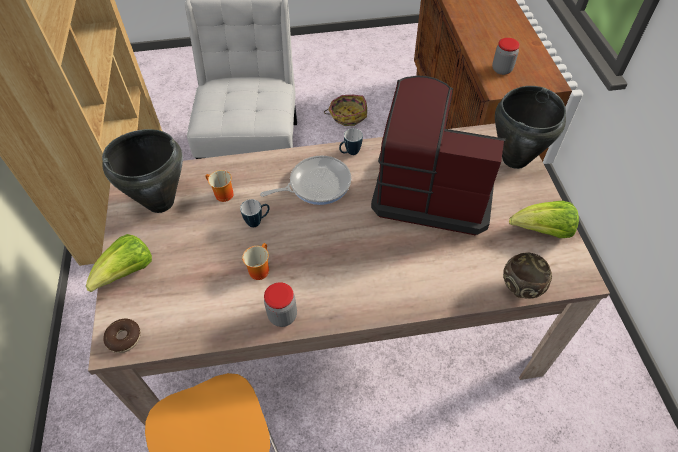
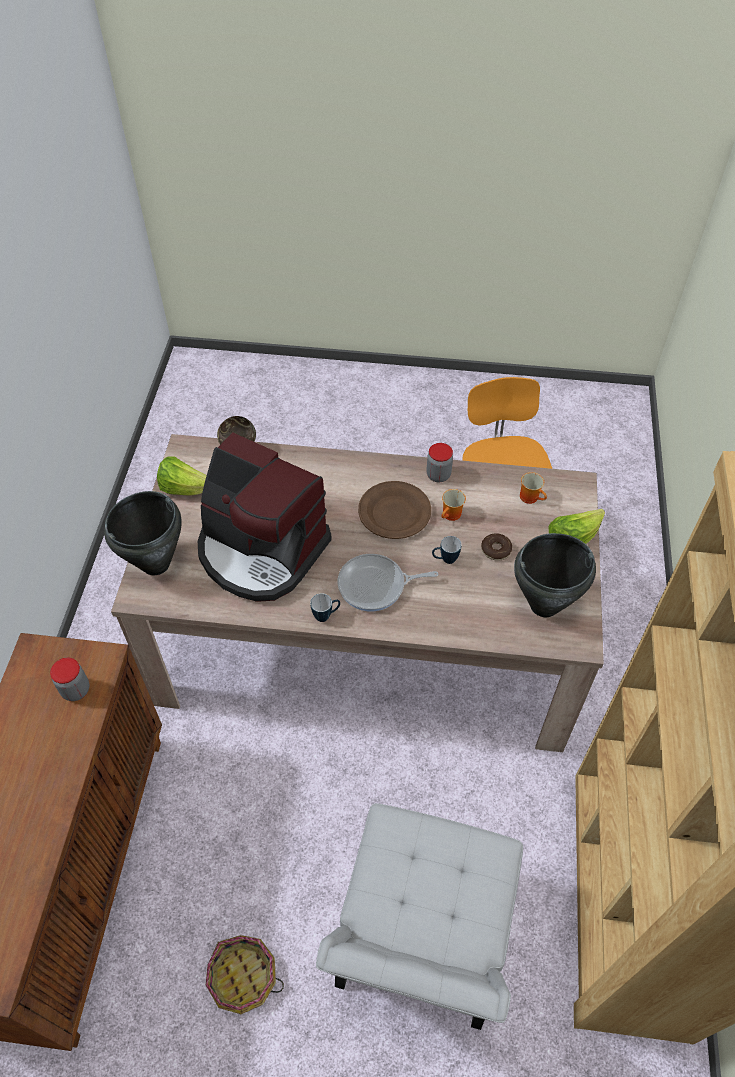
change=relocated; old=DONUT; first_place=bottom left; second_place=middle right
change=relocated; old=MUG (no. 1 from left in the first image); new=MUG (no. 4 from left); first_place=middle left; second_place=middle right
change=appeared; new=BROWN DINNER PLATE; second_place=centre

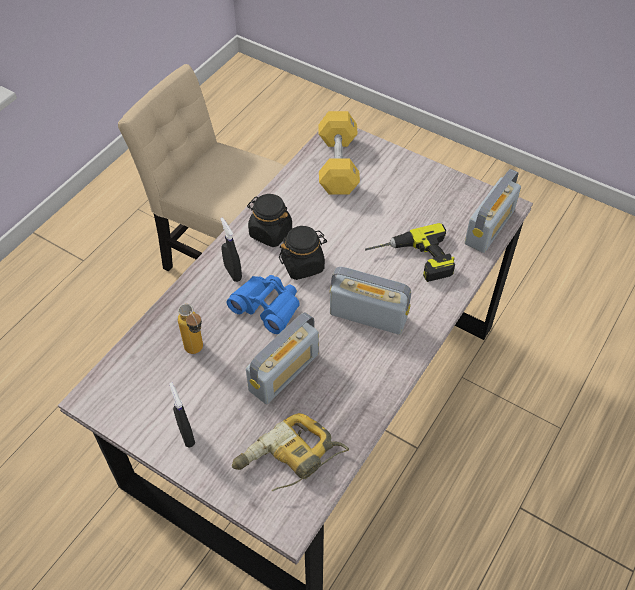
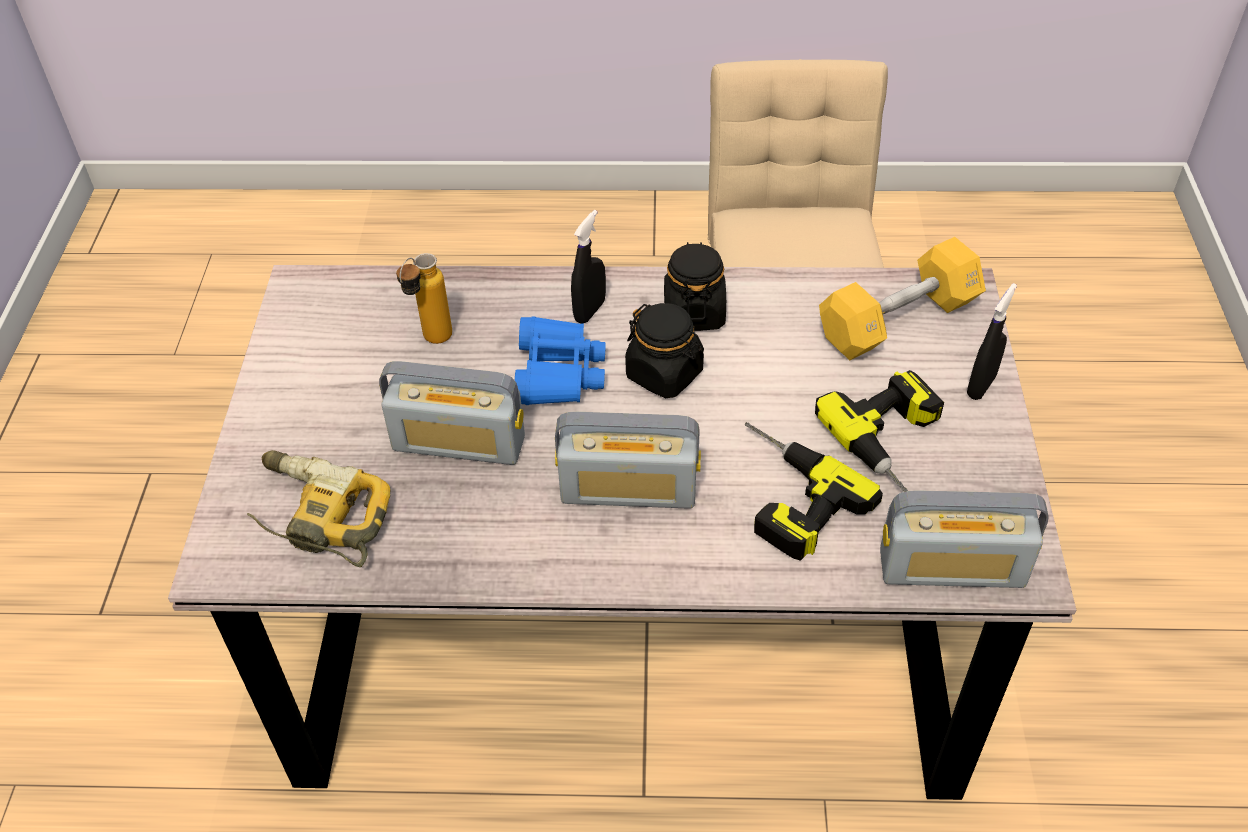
change=relocated; old=BLACKISH SPRAYER (no. 1 from left in the first image); new=BLACKISH SPRAYER (no. 2 from left); first_place=bottom left; second_place=middle right
change=spun; old=RADIO (no. 2 from left); first_place=centre; second_place=centre; degrees=105
change=appeared; new=POWER DRILL (no. 3 from left); second_place=middle right

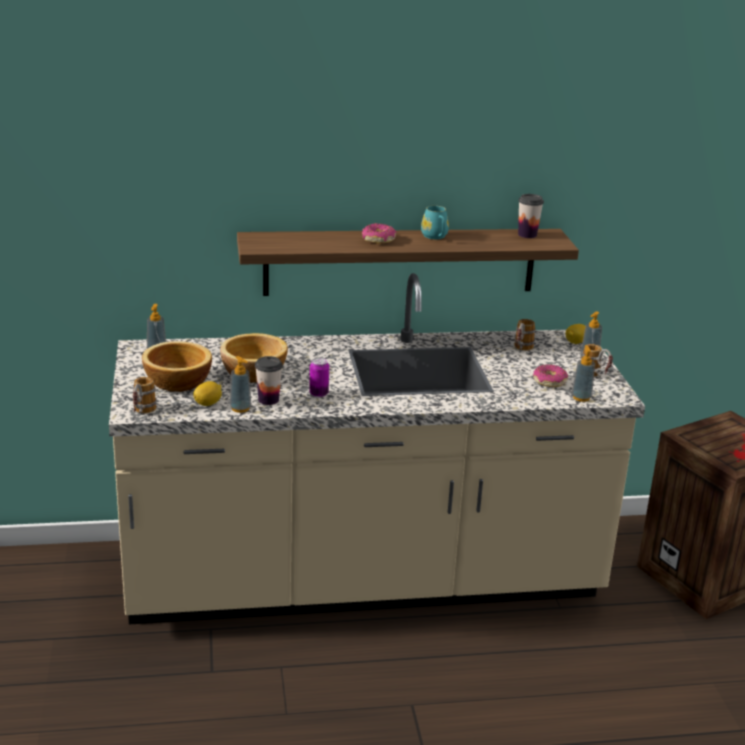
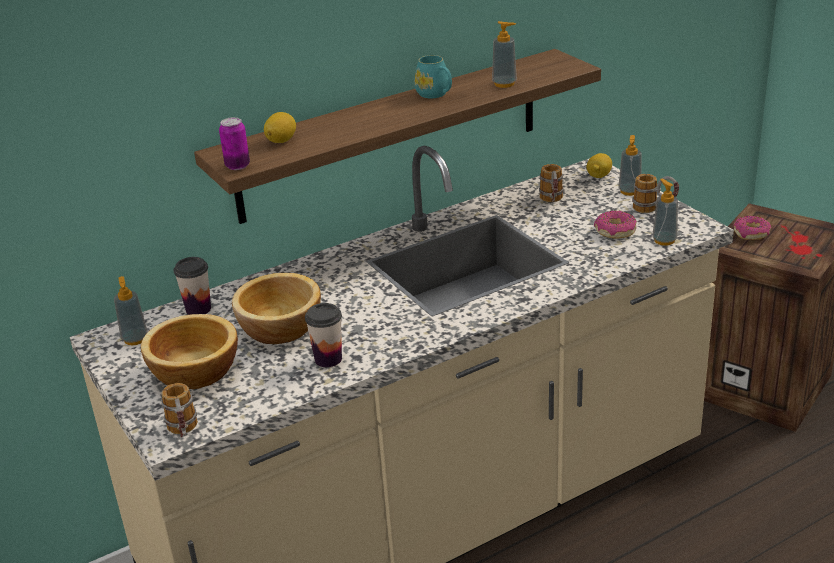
change=relocated; old=WHOLE LEMON (no. 1 from left); first_place=middle left; second_place=top centre
change=relocated; old=SOAP DISPENSER (no. 2 from left); first_place=middle left; second_place=top centre
change=relocated; old=METAL CAN; first_place=centre; second_place=top left
change=relocated; old=DONUT (no. 1 from left in the first image); new=DONUT (no. 2 from left); first_place=top centre; second_place=middle right
change=relocated; old=DRINKING CUP (no. 2 from left in the first image); new=DRINKING CUP (no. 1 from left); first_place=top right; second_place=middle left

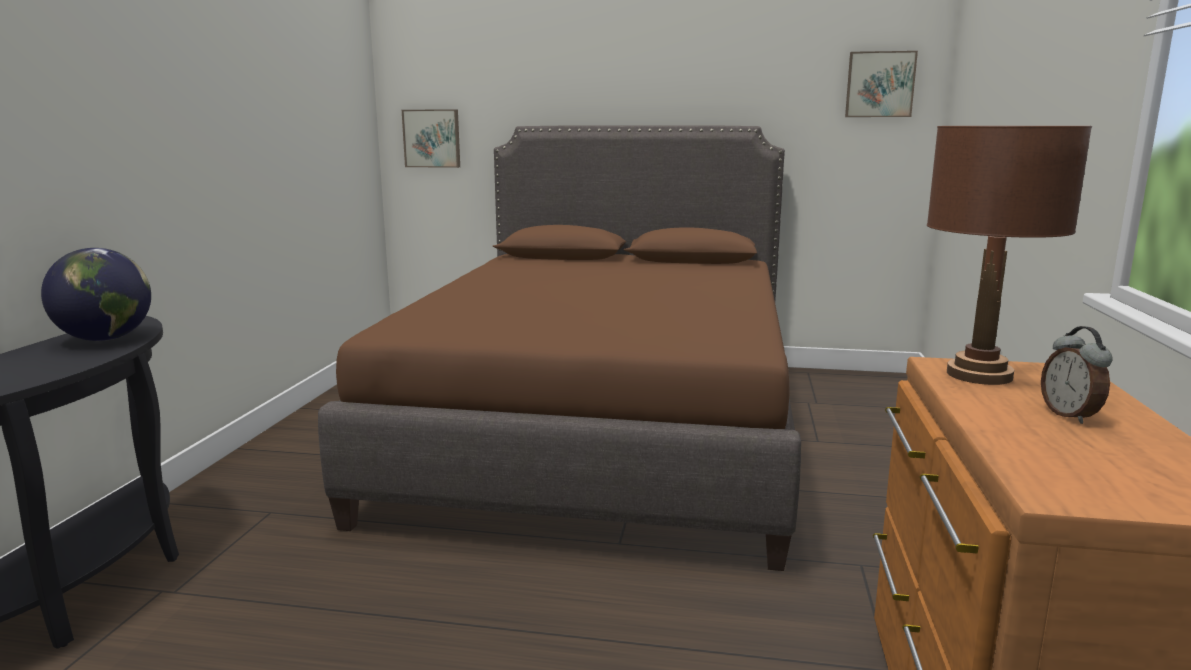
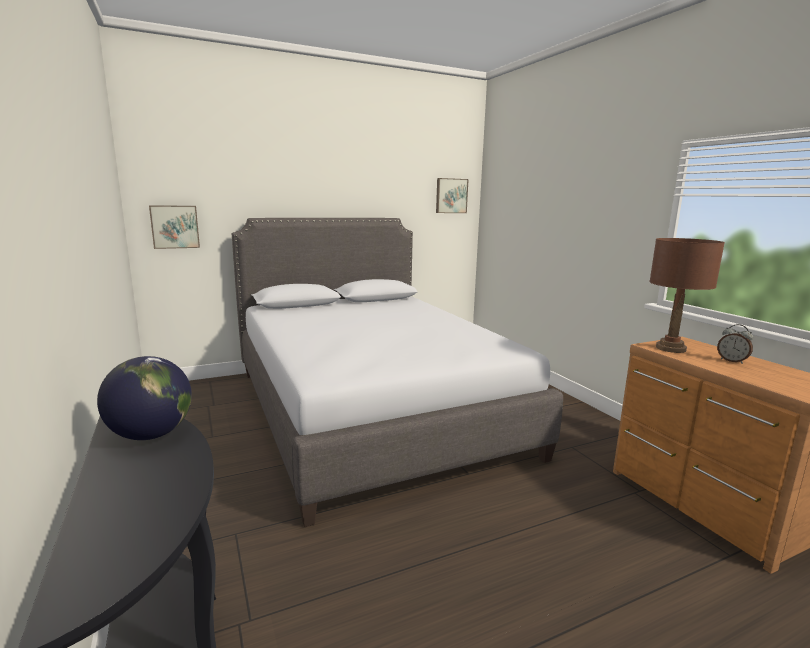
change=colour; old=BROWN BED; new=GREY BED; first_place=centre; second_place=centre

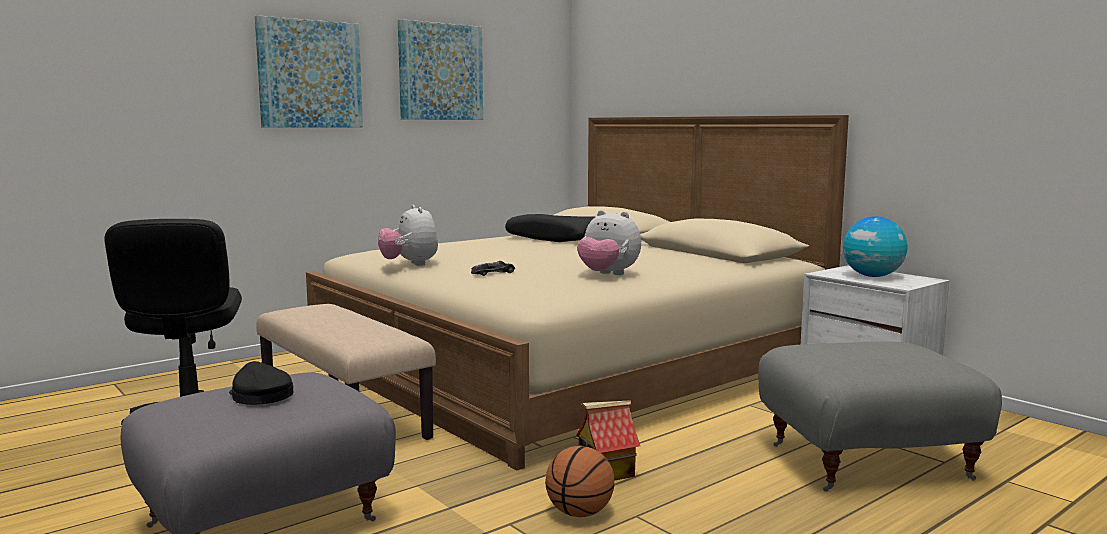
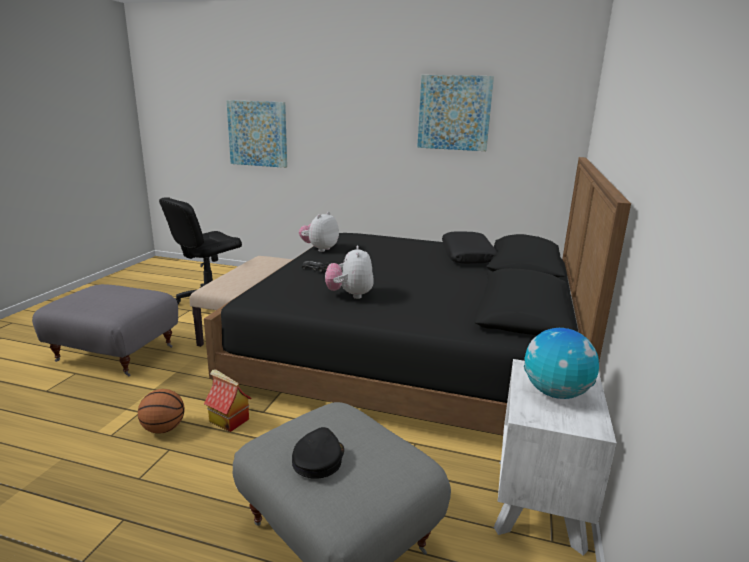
change=relocated; old=BLACKISH CAP; first_place=bottom left; second_place=bottom centre
change=relocated; old=WALL PICTURE (no. 1 from left); first_place=top left; second_place=top centre
change=colour; old=BEIGE BED; new=BLACKISH BED; first_place=centre; second_place=centre

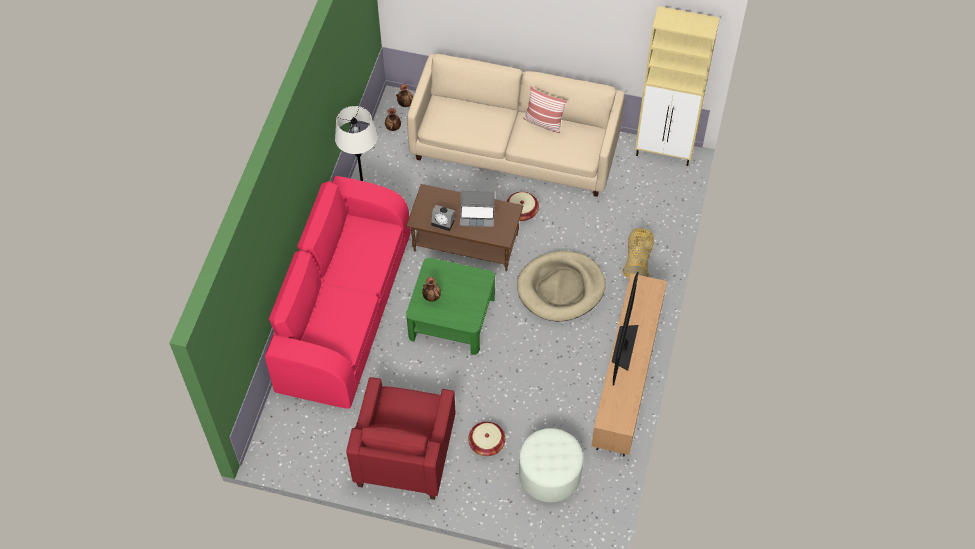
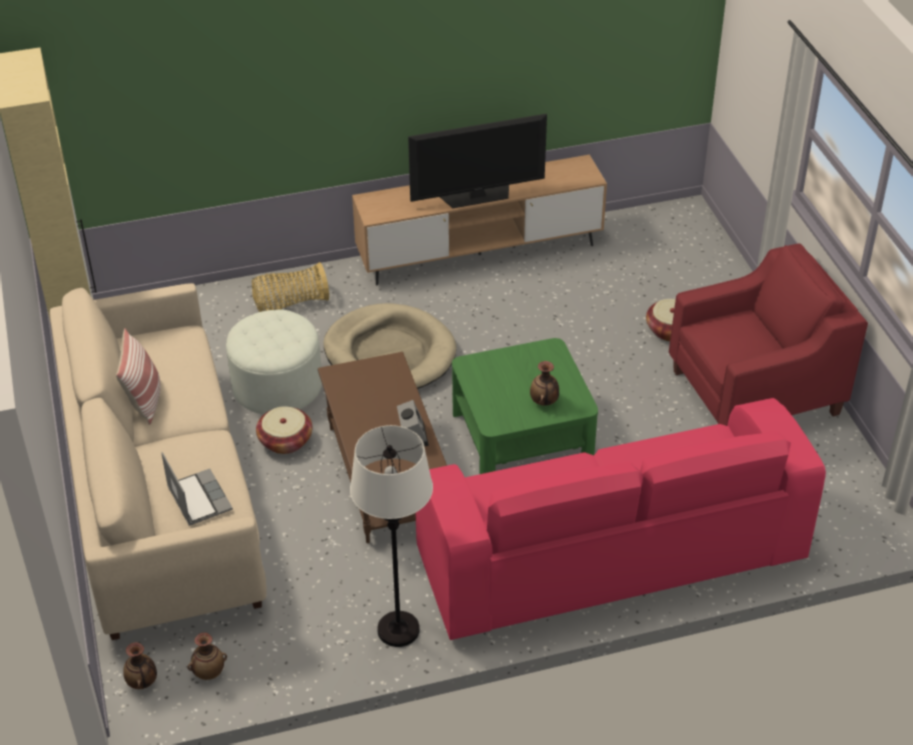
change=relocated; old=PORTABLE COMPUTER; first_place=centre; second_place=middle left
change=relocated; old=WHITE OTTOMAN; first_place=bottom centre; second_place=middle left

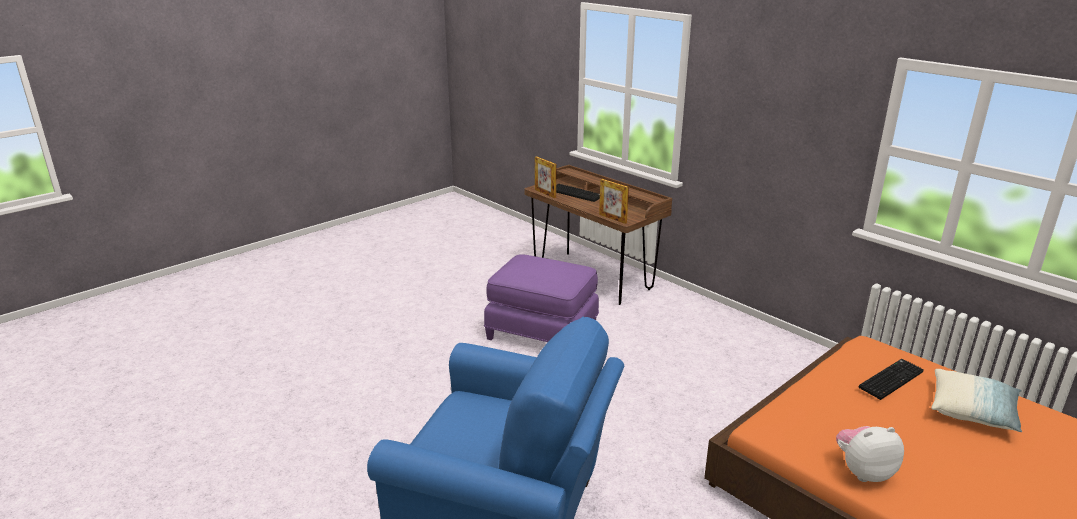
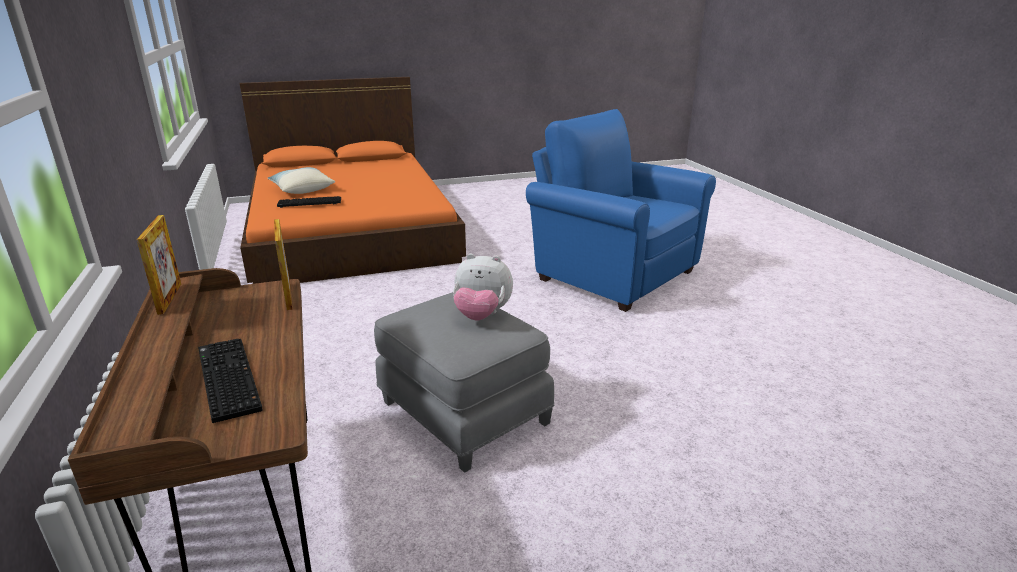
change=colour; old=PURPLE OTTOMAN; new=GREY OTTOMAN; first_place=centre; second_place=bottom centre
change=relocated; old=PICTURE FRAME (no. 1 from left); first_place=centre; second_place=middle left
change=relocated; old=CUDDLY TOY; first_place=bottom right; second_place=centre

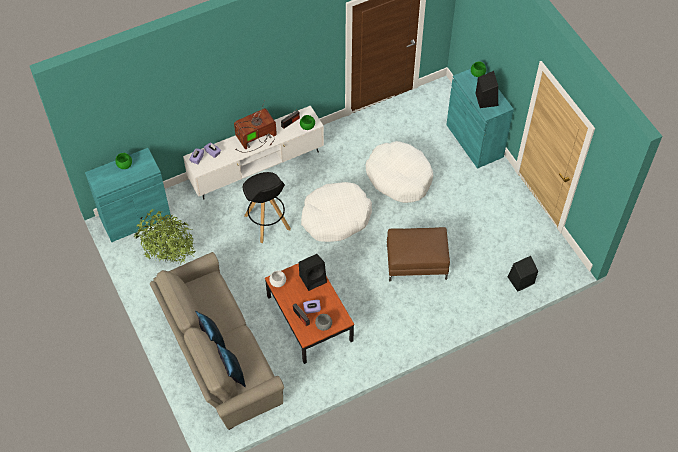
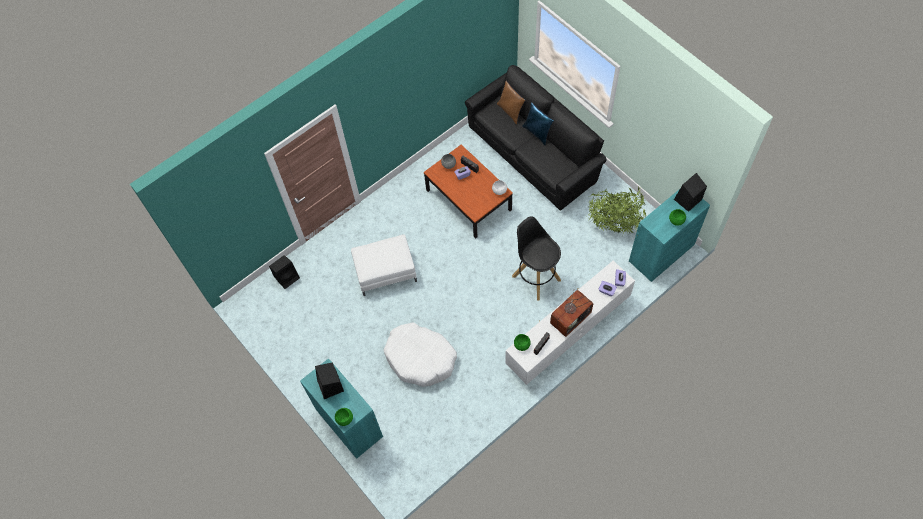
change=colour; old=BEIGE SOFA; new=BLACKISH SOFA; first_place=bottom left; second_place=top centre
change=colour; old=BLUE-COLOURED CUSHION (no. 2 from left); new=BROWN CUSHION; first_place=bottom centre; second_place=top centre
change=relocated; old=BLACKISH LOUDSPEAKER (no. 1 from left in the first image); new=BLACKISH LOUDSPEAKER (no. 3 from left); first_place=centre; second_place=middle right
change=missing; old=WHITE DOG BED (no. 1 from left); first_place=centre
change=colour; old=BROWN OTTOMAN; new=WHITE OTTOMAN; first_place=centre; second_place=centre

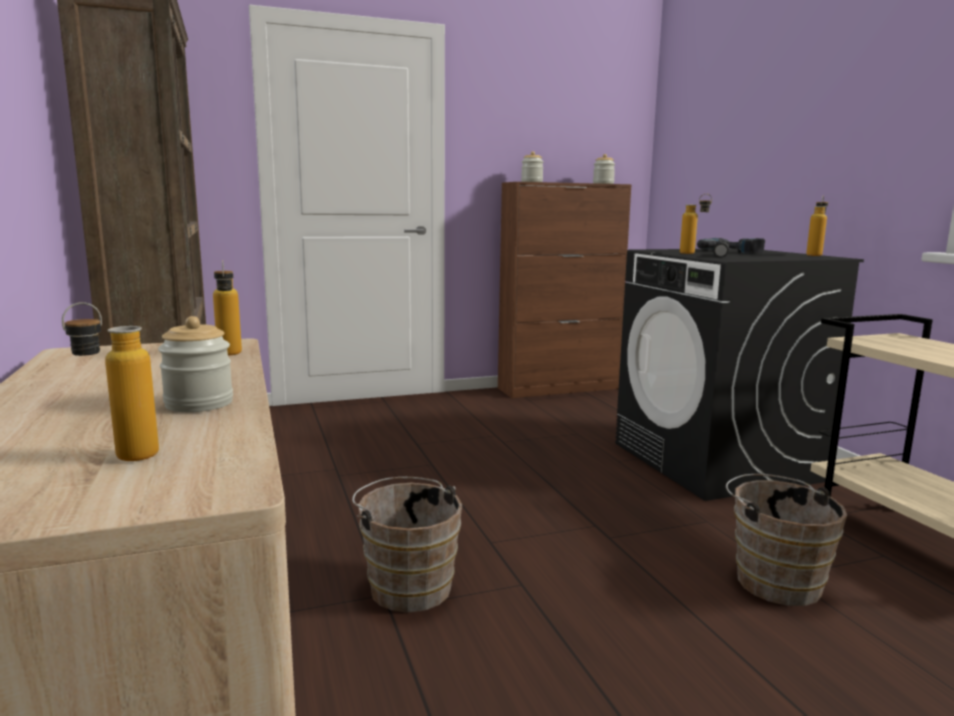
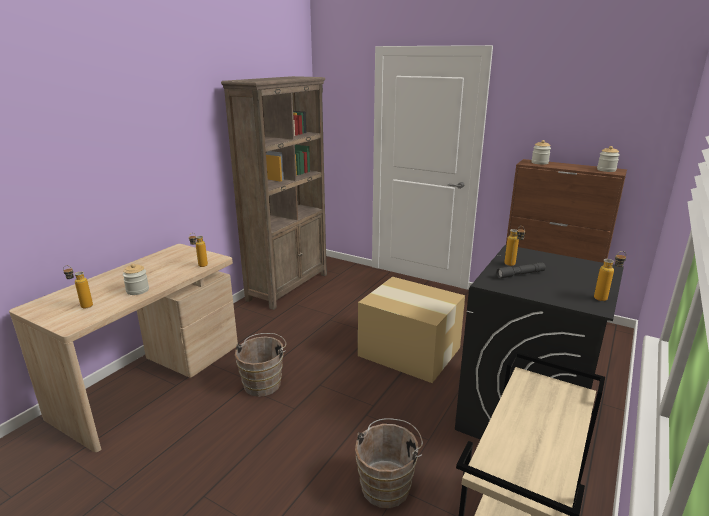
change=missing; old=POWER DRILL; first_place=middle right
change=appeared; new=CARTON; second_place=centre

